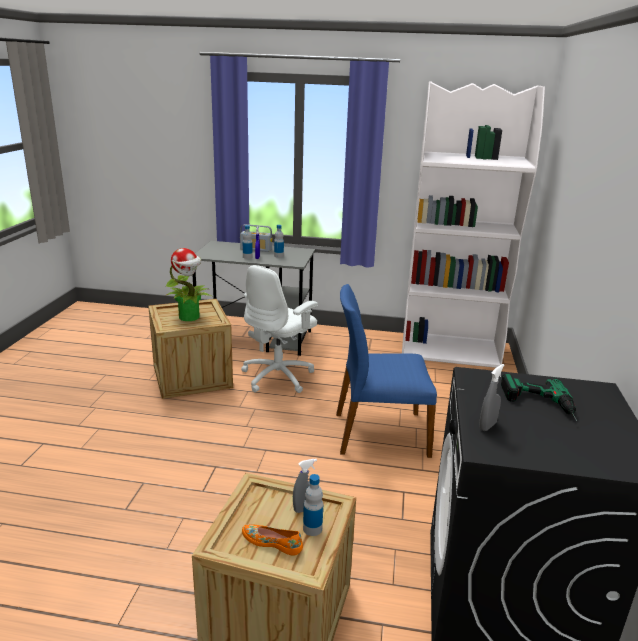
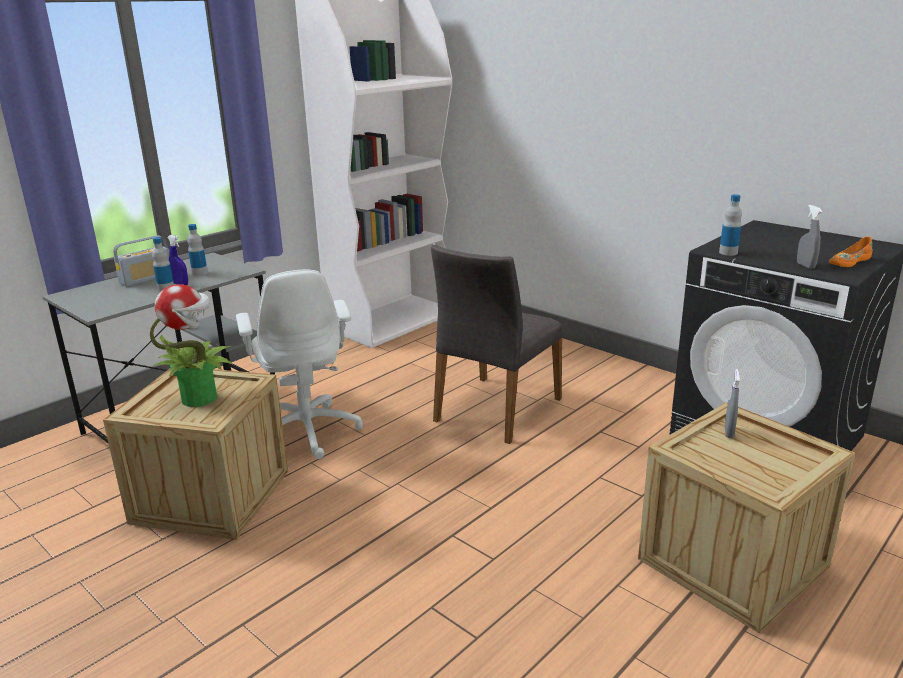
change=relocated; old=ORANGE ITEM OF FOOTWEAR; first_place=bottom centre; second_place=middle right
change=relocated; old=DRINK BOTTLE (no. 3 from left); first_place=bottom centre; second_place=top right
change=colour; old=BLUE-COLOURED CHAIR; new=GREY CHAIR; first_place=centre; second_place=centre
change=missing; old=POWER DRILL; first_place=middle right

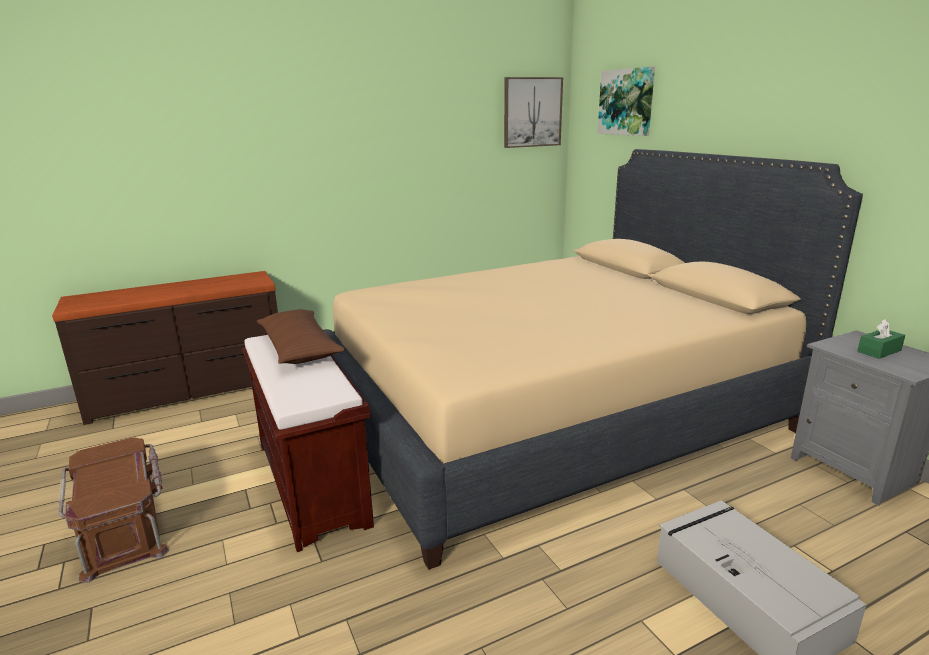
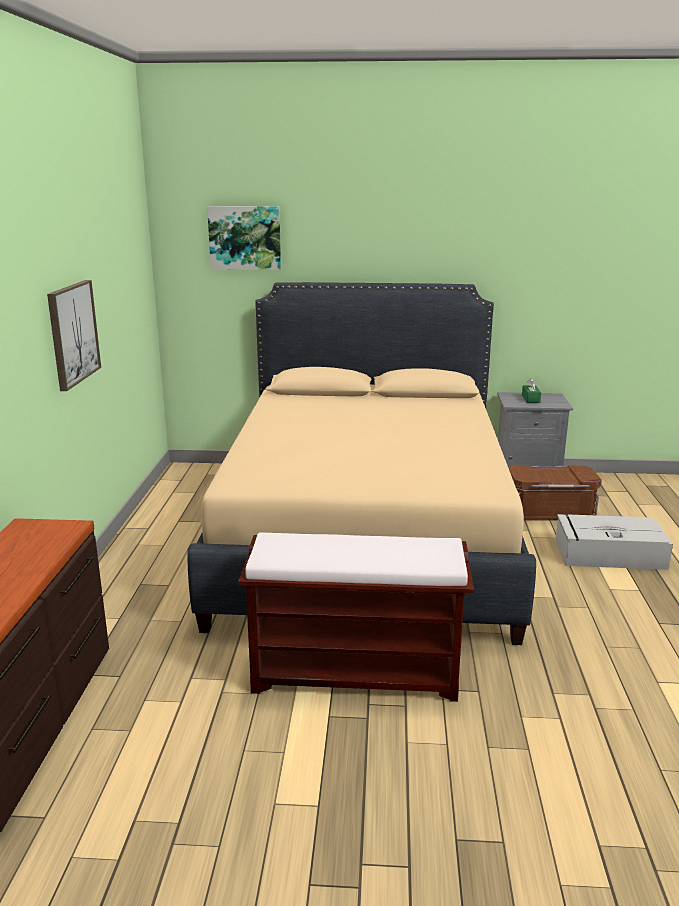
change=relocated; old=BROWN STORAGE BOX; first_place=bottom left; second_place=middle right
change=missing; old=BROWN CUSHION; first_place=middle left
change=relocated; old=WALL PICTURE (no. 1 from left); first_place=top centre; second_place=middle left

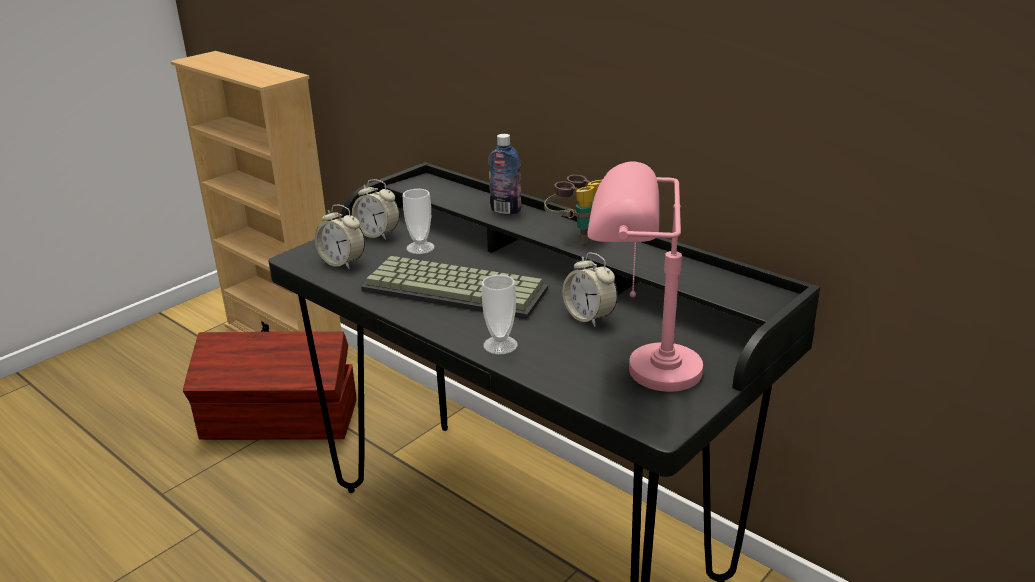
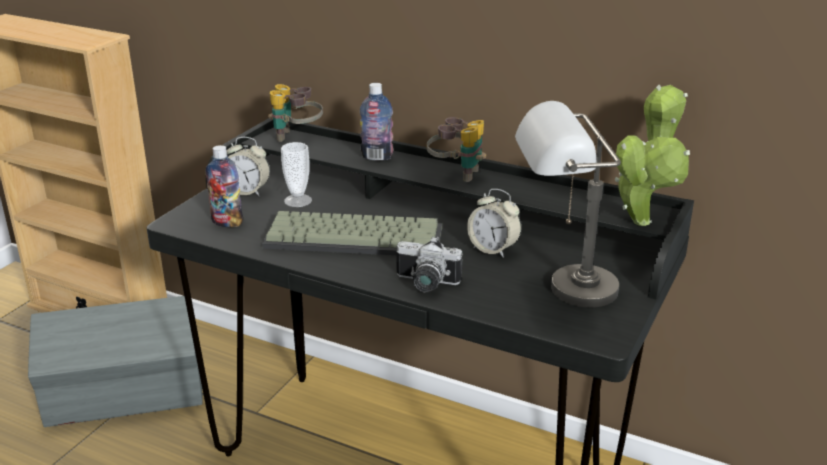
change=colour; old=BROWN STORAGE BOX; new=GREY STORAGE BOX; first_place=middle left; second_place=bottom left
change=exchanged; old=ALARM CLOCK (no. 1 from left); new=DRINK BOTTLE (no. 1 from left); first_place=middle left; second_place=middle left
change=exchanged; old=DRINKING CUP (no. 2 from left); new=STILL CAMERA; first_place=centre; second_place=centre
change=colour; old=PINKISH TABLE LAMP; new=GREY TABLE LAMP; first_place=centre; second_place=middle right
change=appeared; new=PAIR OF BINOCULARS (no. 1 from left); second_place=top centre
change=appeared; new=HOUSEPLANT; second_place=middle right

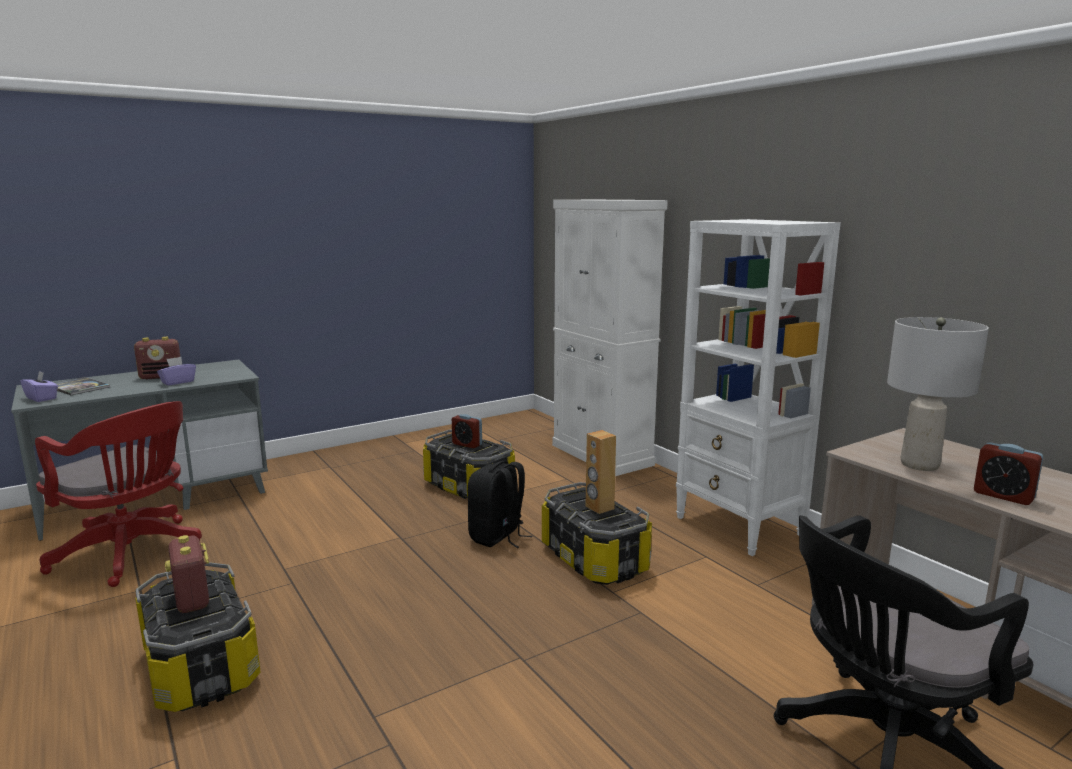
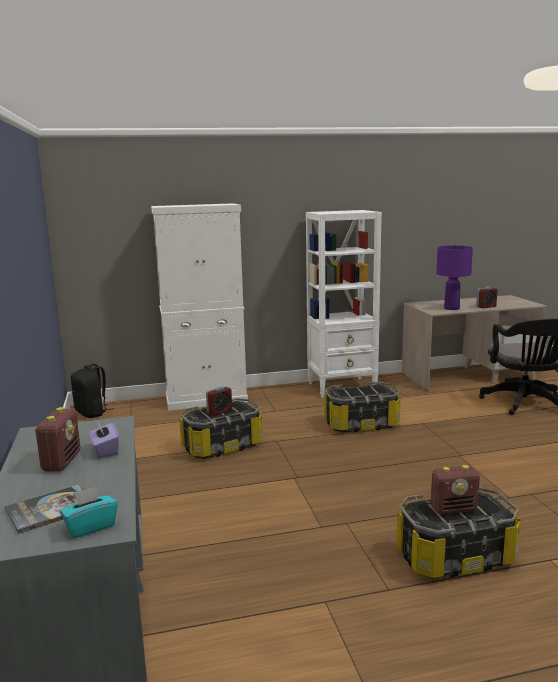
change=colour; old=PURPLE TISSUE BOX (no. 1 from left); new=TURQUOISE TISSUE BOX; first_place=middle left; second_place=bottom left
change=missing; old=REDDISH DESK CHAIR; first_place=middle left
change=relocated; old=BLACKISH BACKPACK; first_place=centre; second_place=middle left
change=missing; old=BROWN LOUDSPEAKER; first_place=centre
change=colour; old=GREY TABLE LAMP; new=PURPLE TABLE LAMP; first_place=middle right; second_place=middle right

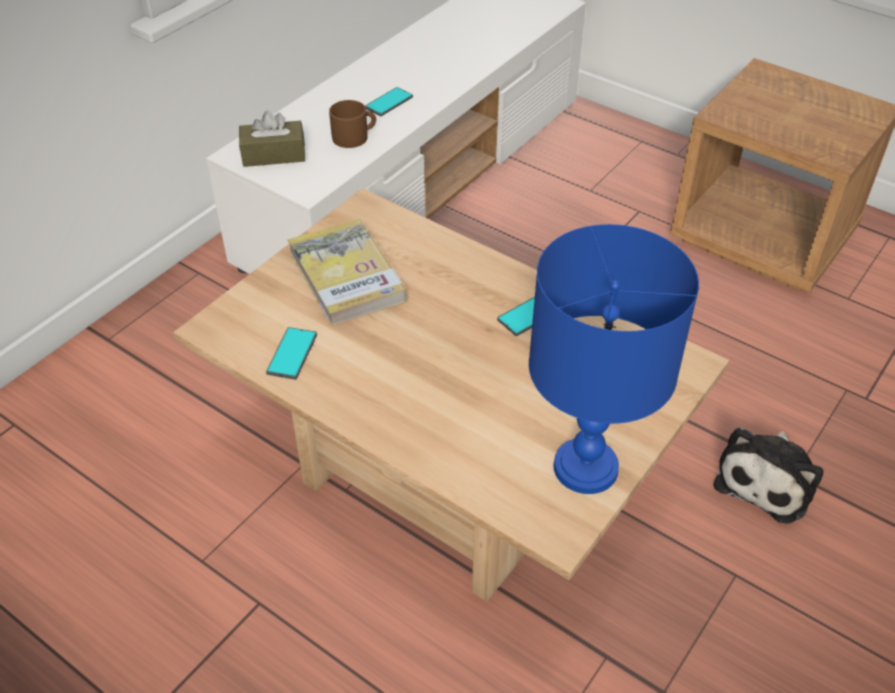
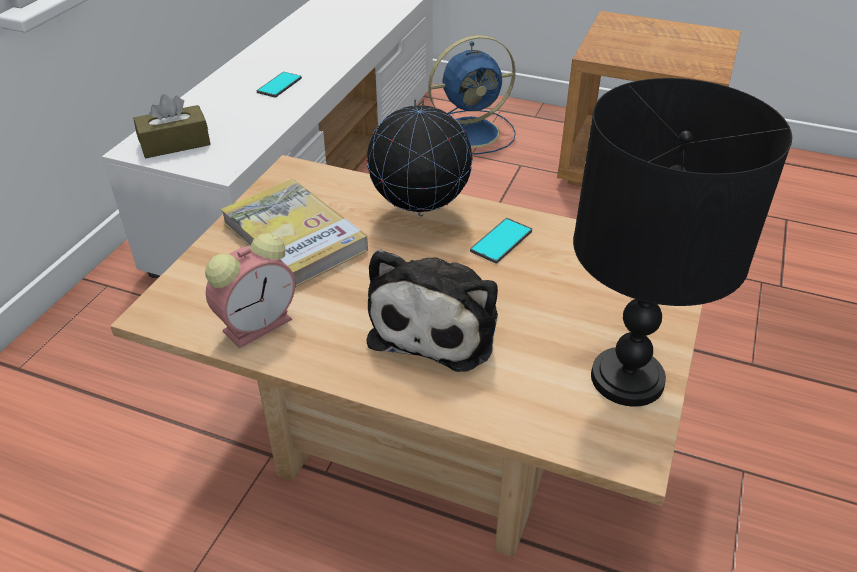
change=exchanged; old=TELEPHONE (no. 1 from left); new=ALARM CLOCK; first_place=middle left; second_place=middle left
change=missing; old=BROWN MUG; first_place=top centre
change=colour; old=BLUE-COLOURED TABLE LAMP; new=BLACKISH TABLE LAMP; first_place=middle right; second_place=middle right
change=relocated; old=CUDDLY TOY; first_place=bottom right; second_place=centre
change=appeared; new=DESK GLOBE; second_place=top centre
change=appeared; new=BLUE-COLOURED ELECTRIC FAN; second_place=top centre

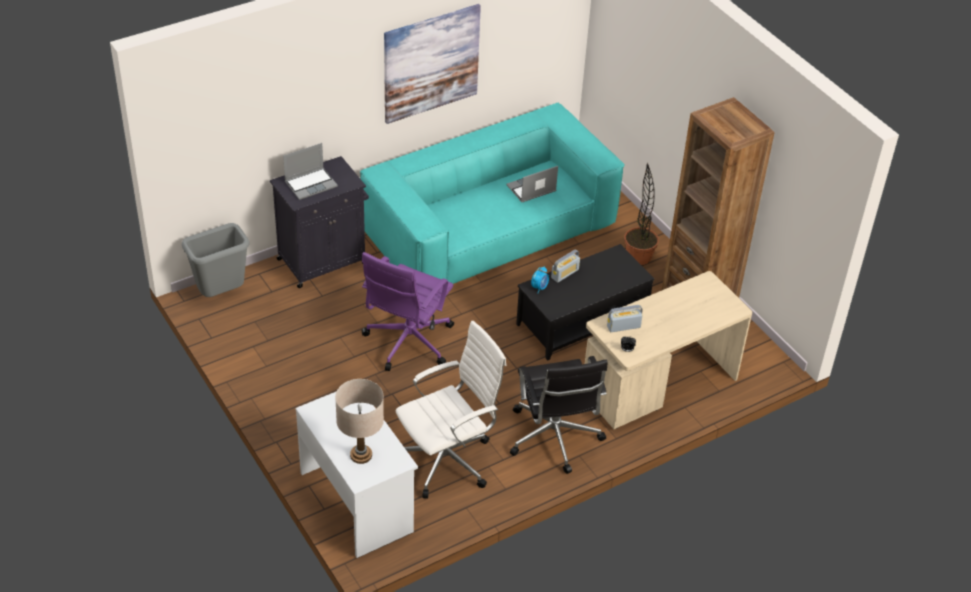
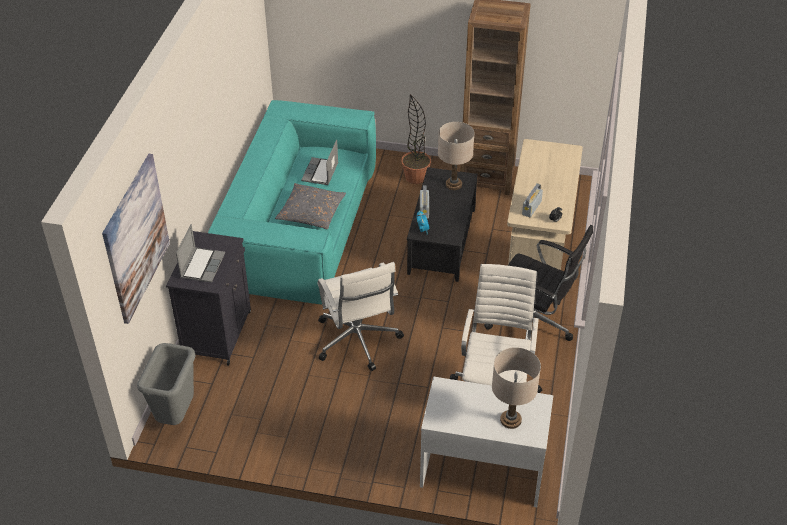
change=colour; old=PURPLE DESK CHAIR; new=WHITE DESK CHAIR (no. 1 from left); first_place=centre; second_place=centre
change=relocated; old=WALL PICTURE; first_place=top centre; second_place=middle left
change=appeared; new=GREY CUSHION; second_place=centre
change=appeared; new=BEIGE TABLE LAMP (no. 1 from left); second_place=top centre

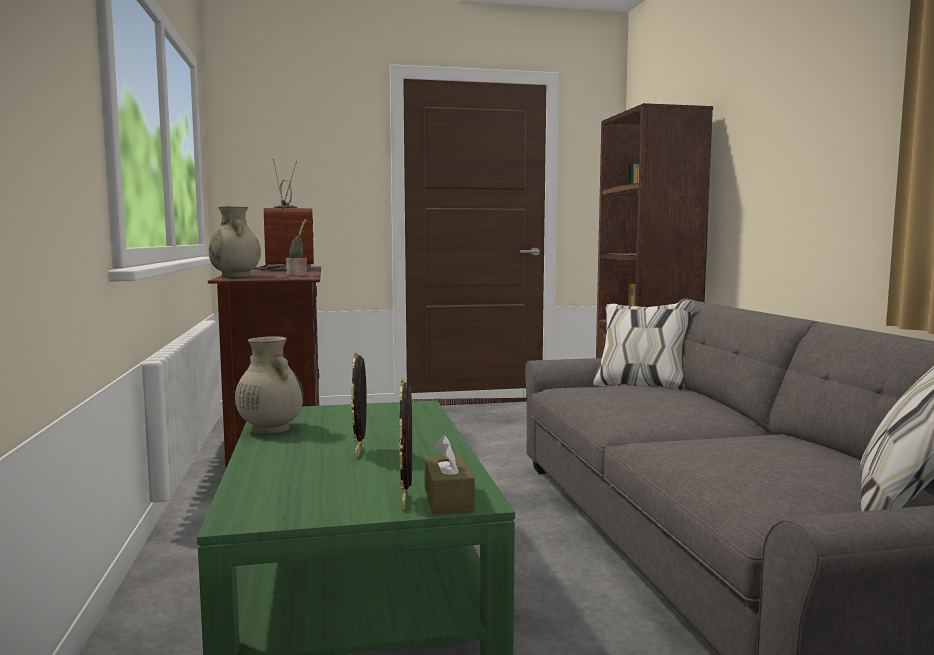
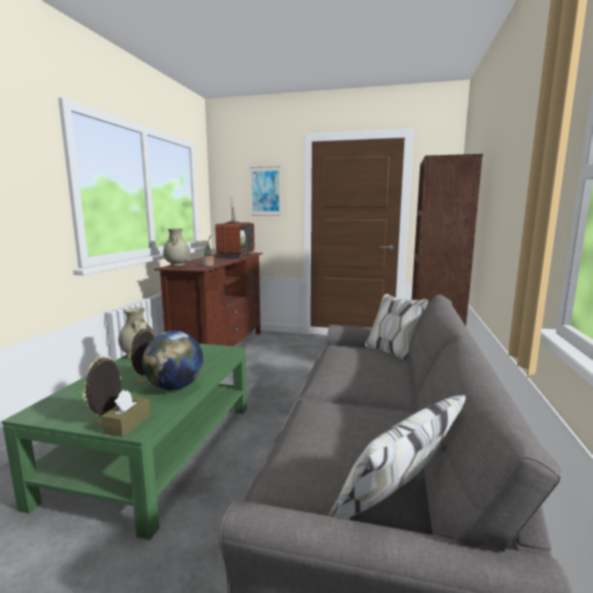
change=appeared; new=DESK GLOBE; second_place=middle left
change=appeared; new=WALL PICTURE; second_place=top centre

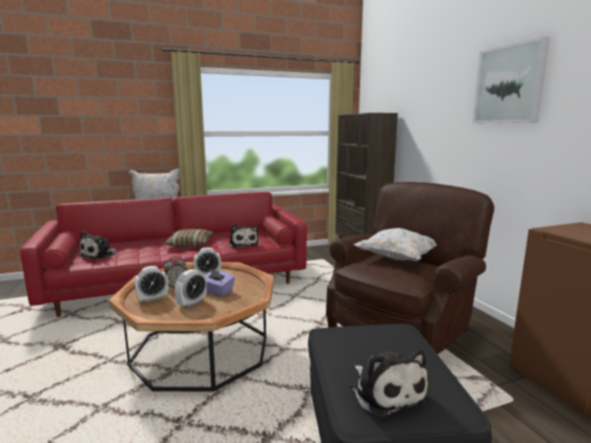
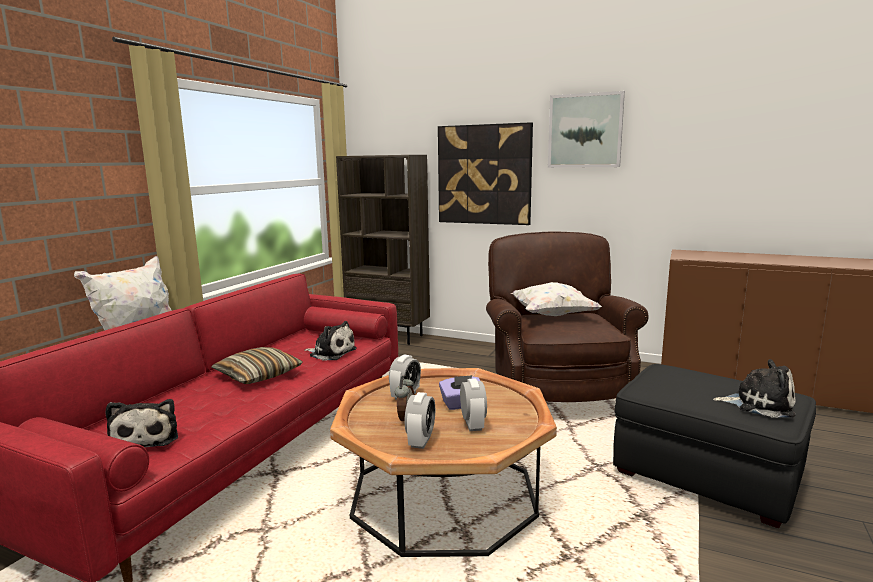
change=appeared; new=WALL PICTURE (no. 1 from left); second_place=top centre

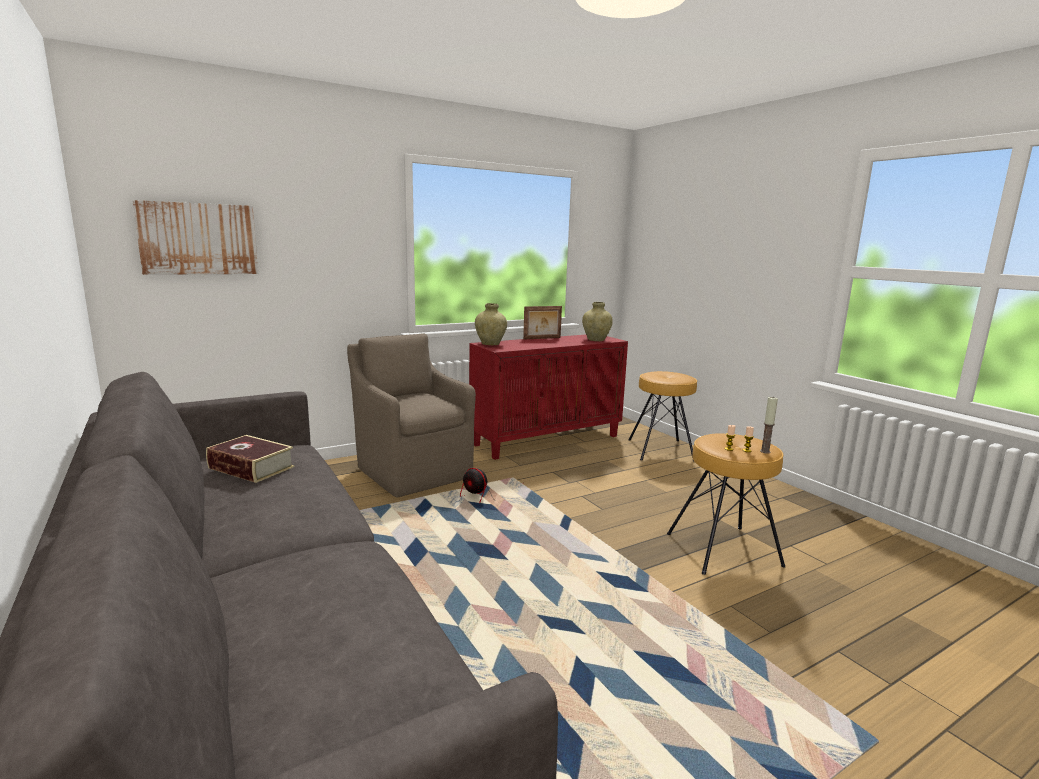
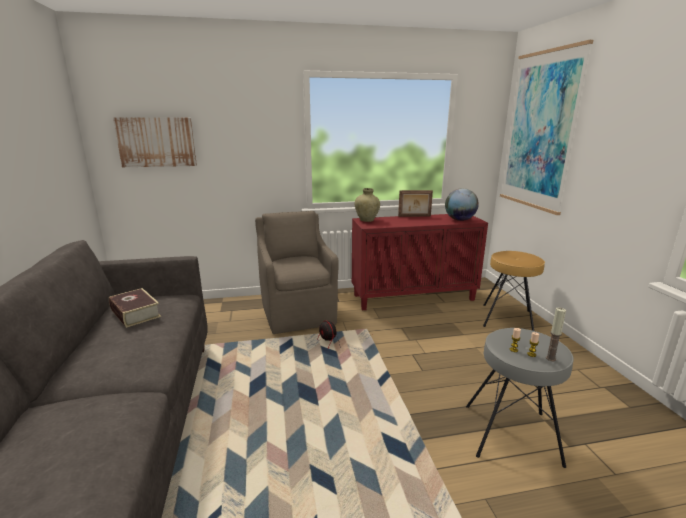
change=exchanged; old=BEIGE VASE (no. 2 from left); new=DESK GLOBE; first_place=centre; second_place=middle right
change=colour; old=BROWN SITTING STOOL (no. 2 from left); new=GREY SITTING STOOL; first_place=middle right; second_place=bottom right
change=appeared; new=WALL PICTURE (no. 2 from left); second_place=top right

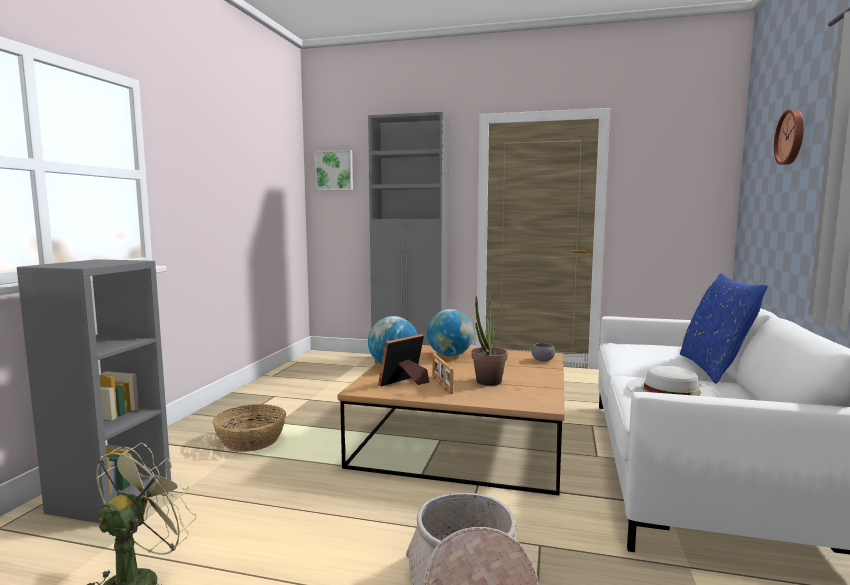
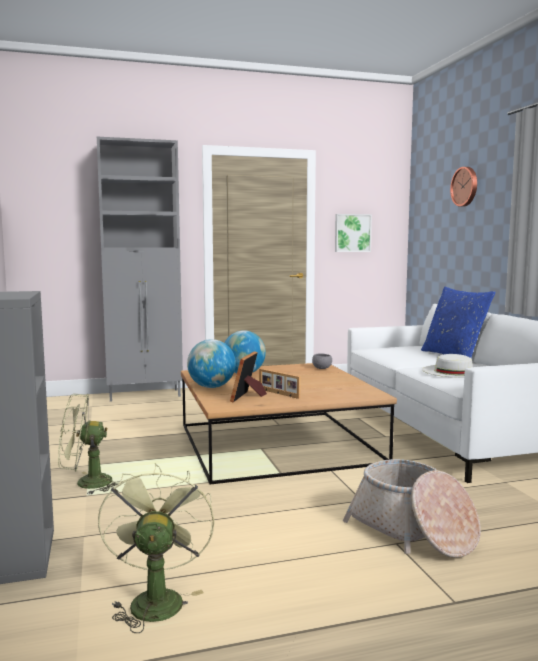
change=exchanged; old=BASKET (no. 1 from left); new=GREEN-COLOURED ELECTRIC FAN (no. 1 from left); first_place=bottom left; second_place=bottom left
change=relocated; old=WALL PICTURE; first_place=top centre; second_place=centre
change=missing; old=HOUSEPLANT; first_place=centre

